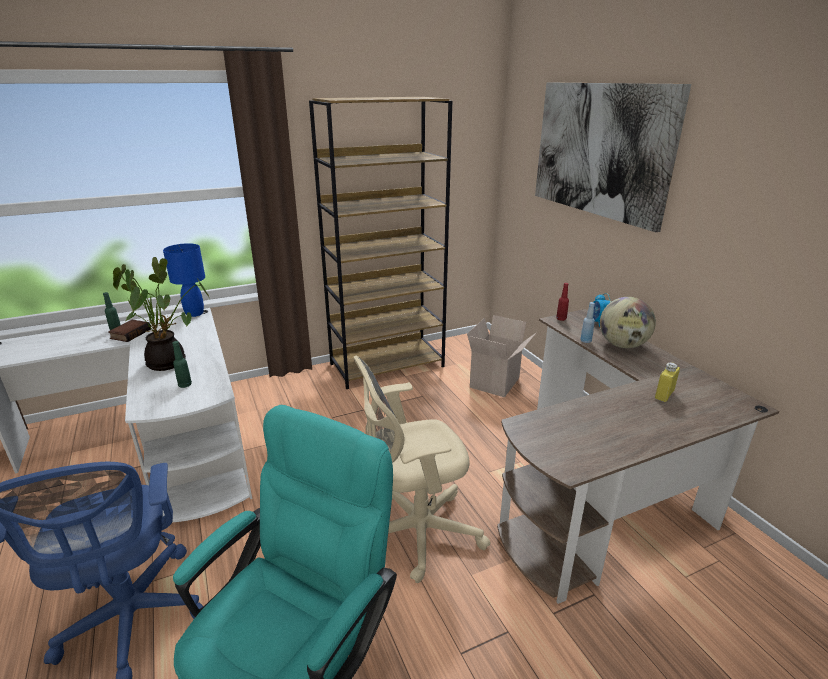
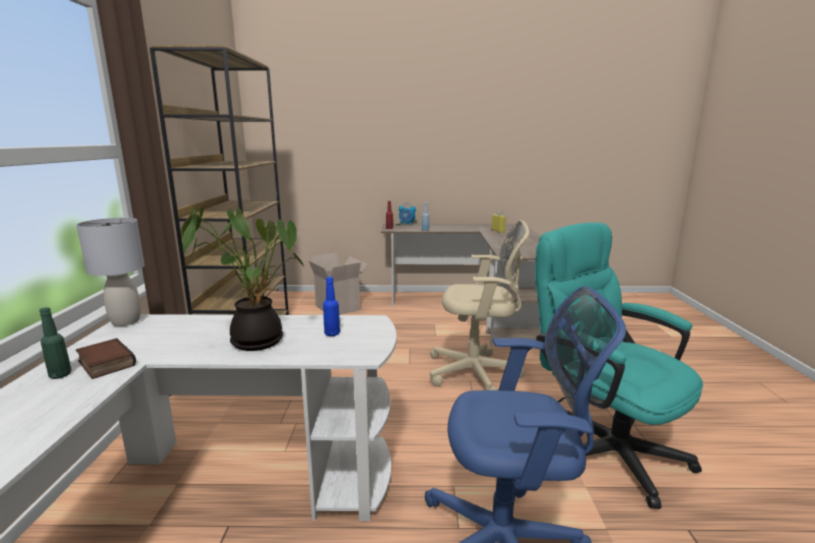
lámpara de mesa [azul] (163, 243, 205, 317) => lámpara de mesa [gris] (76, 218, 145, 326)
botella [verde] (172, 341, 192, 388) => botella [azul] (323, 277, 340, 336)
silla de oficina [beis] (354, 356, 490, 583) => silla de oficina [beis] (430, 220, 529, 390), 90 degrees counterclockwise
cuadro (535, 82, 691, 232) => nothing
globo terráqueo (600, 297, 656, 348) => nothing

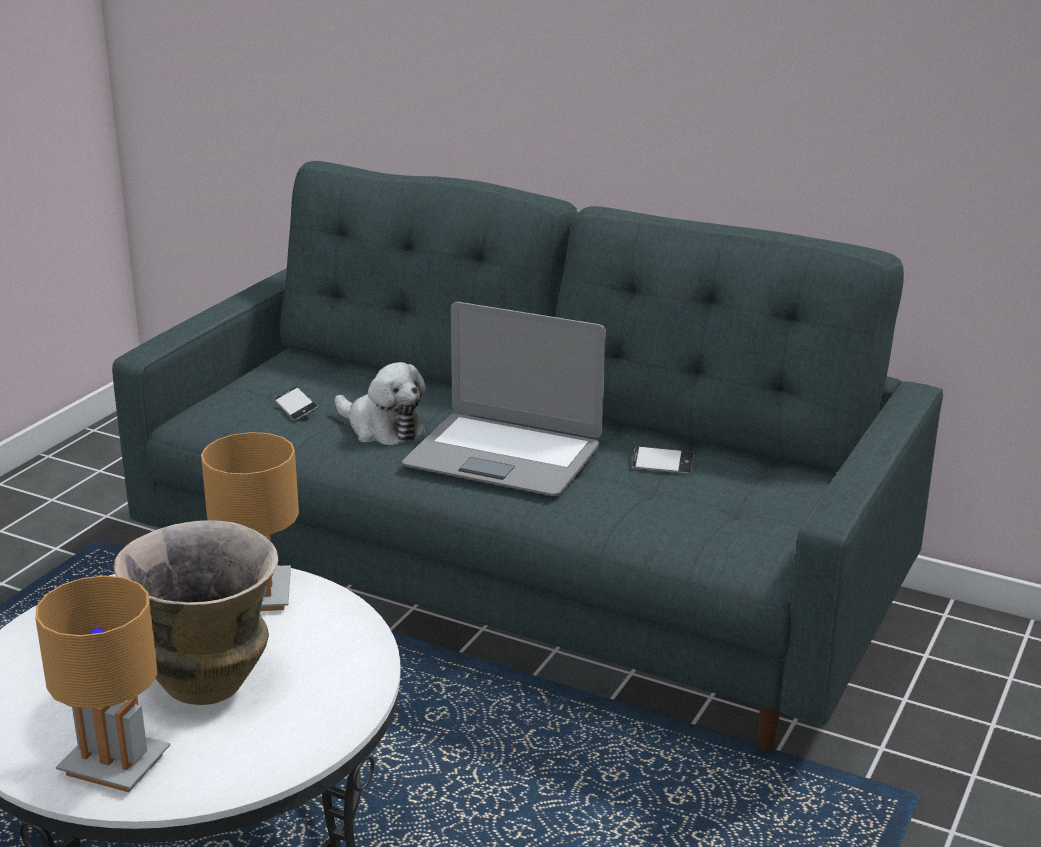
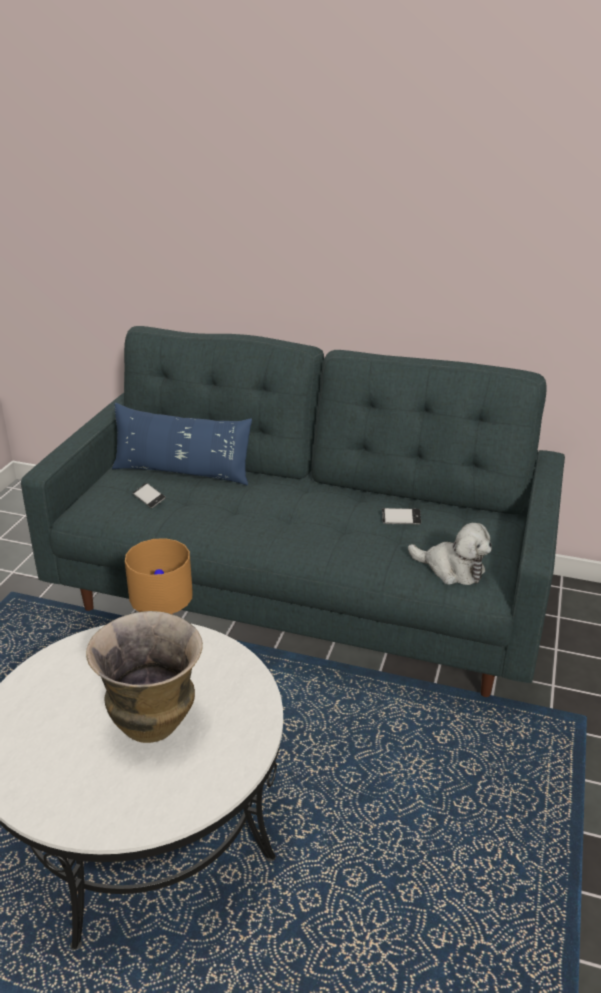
lámpara de mesa [marrón] (35, 575, 170, 792) => nothing
peluche (335, 362, 426, 445) => peluche (408, 523, 492, 585), shifted
portátil (402, 302, 606, 496) => nothing
nothing => cojín [azul] (112, 403, 252, 485)

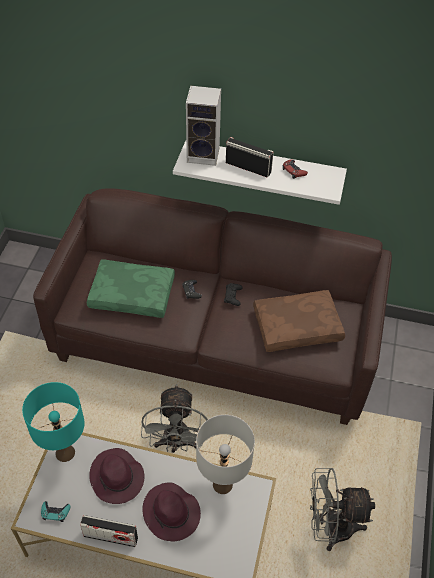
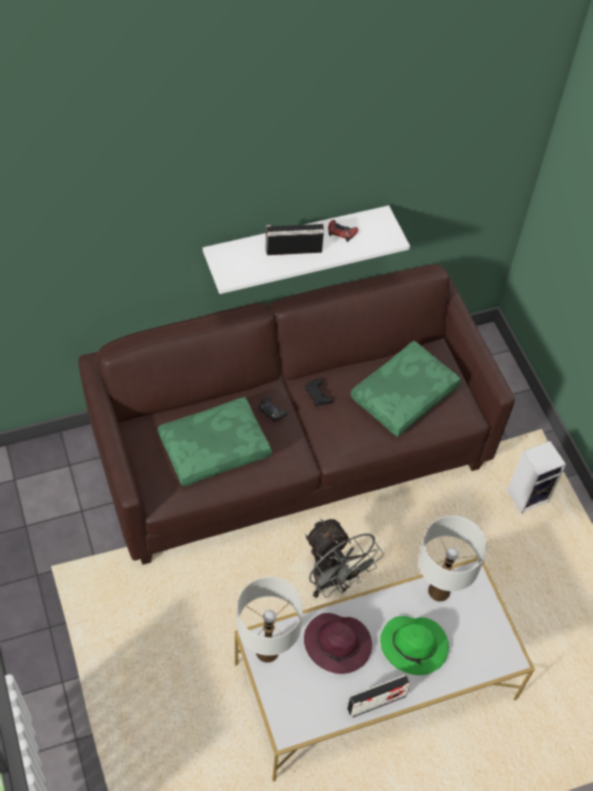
lámpara de mesa [turquesa] (22, 382, 85, 462) => lámpara de mesa [blanco] (237, 577, 303, 663)
mando de consola [turquesa] (41, 501, 70, 522) => nothing
sombrero [morado] (143, 482, 201, 541) => sombrero [verde] (380, 616, 449, 675)
altavoz (186, 85, 221, 166) => altavoz (507, 441, 566, 514), shifted
cojín [marrón] (253, 290, 345, 352) => cojín [verde] (350, 341, 461, 437)
ventilador [gris] (310, 468, 375, 551) => nothing

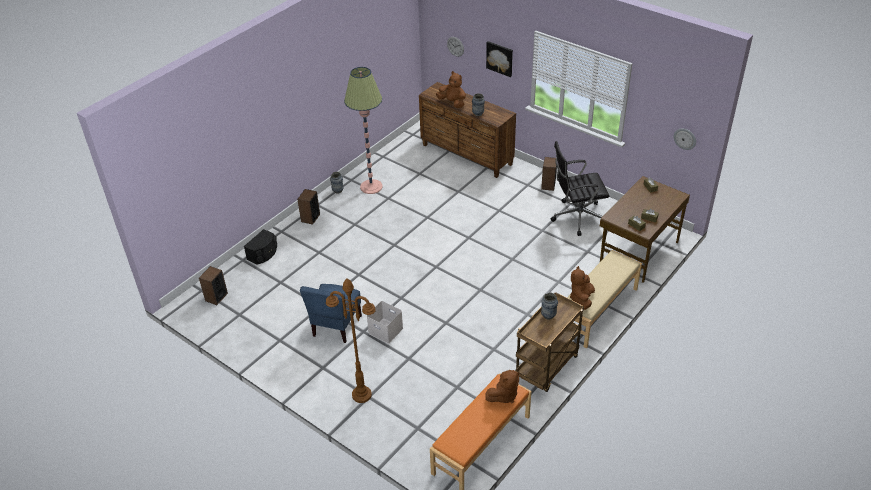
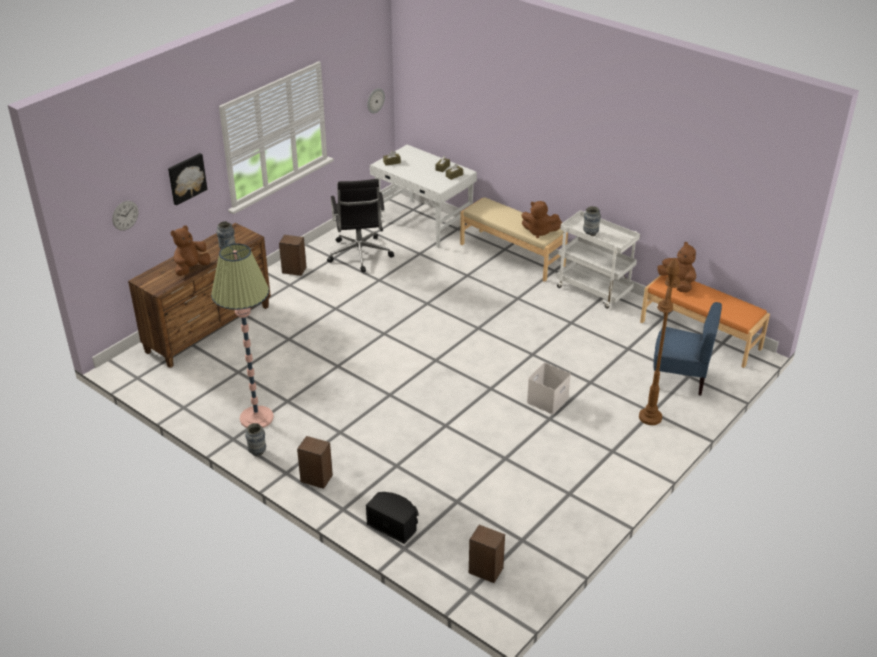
silla [azul] (300, 284, 362, 343) => silla [azul] (653, 302, 722, 395), shifted
carrito [marrón] (515, 292, 584, 392) => carrito [blanco] (557, 210, 640, 309)
escritorio [marrón] (600, 176, 690, 283) => escritorio [blanco] (370, 145, 477, 248)

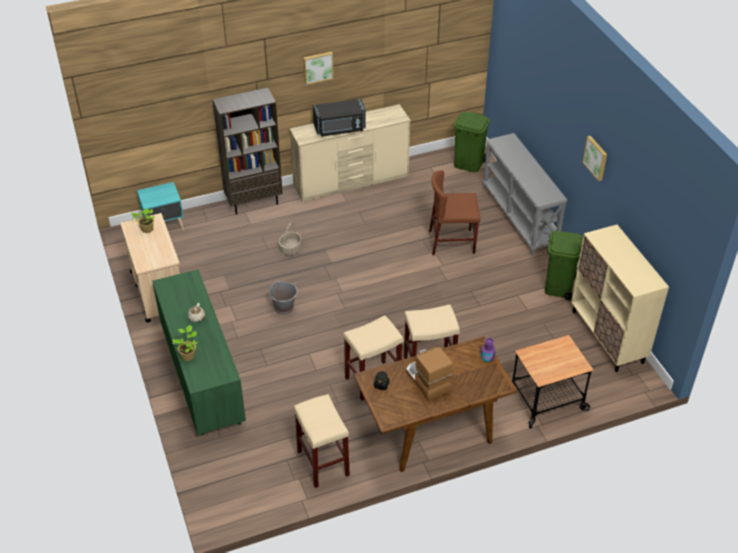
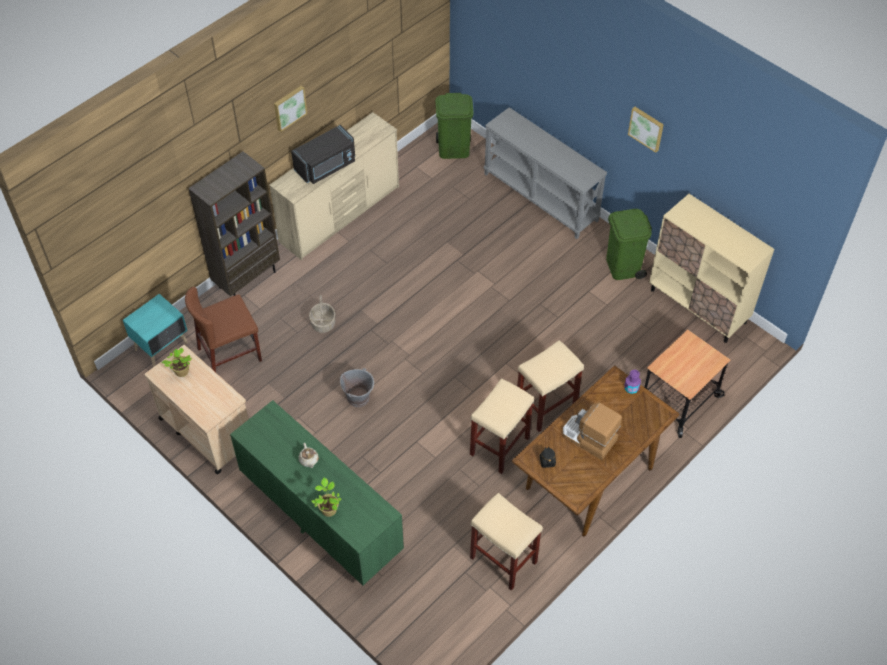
silla [marrón] (429, 170, 481, 255) => silla [marrón] (185, 287, 262, 372), shifted

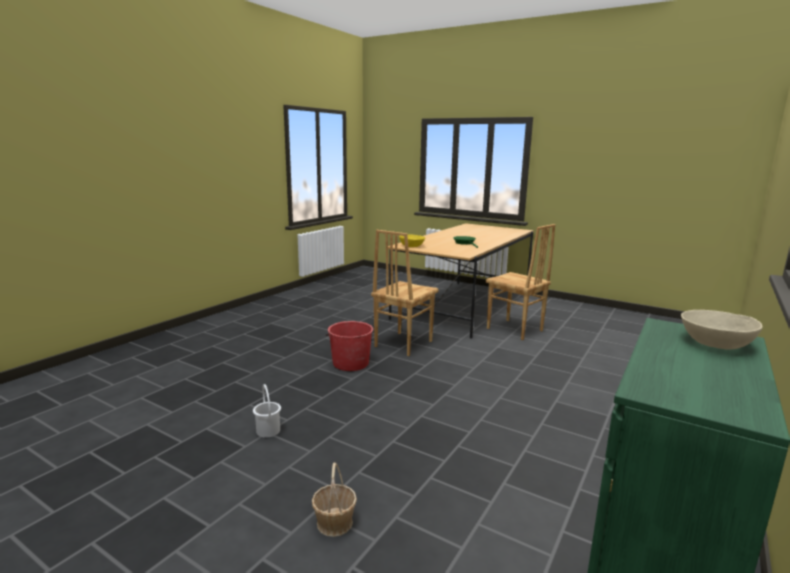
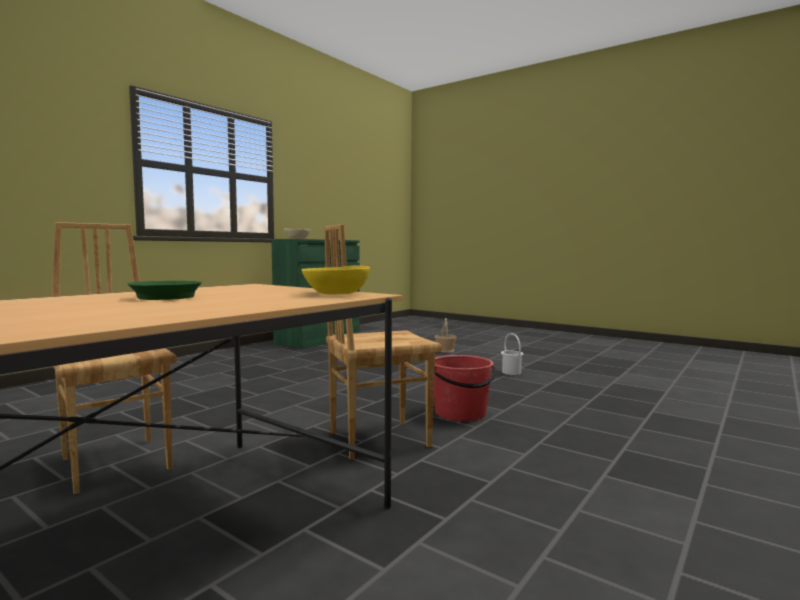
silla [marrón] (371, 230, 439, 356) => silla [marrón] (324, 224, 442, 460), 150 degrees counterclockwise

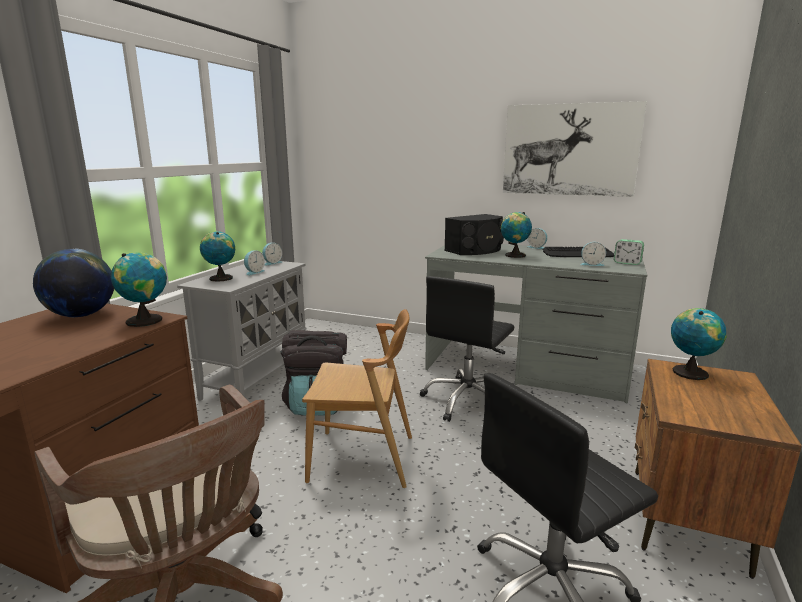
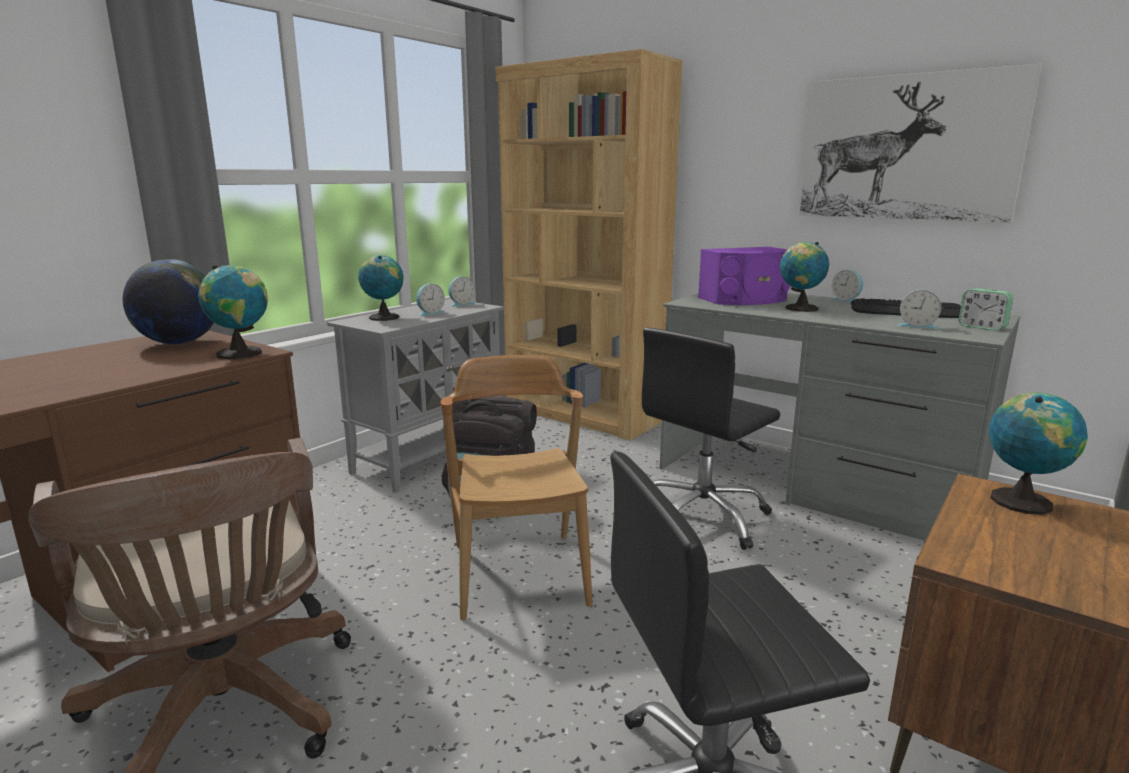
silla [marrón] (302, 309, 412, 488) => silla [marrón] (441, 355, 592, 621), 120 degrees counterclockwise
altavoz [negro] (444, 214, 504, 255) => altavoz [morado] (698, 247, 790, 305)
nothing => estantería [marrón] (496, 49, 683, 440)

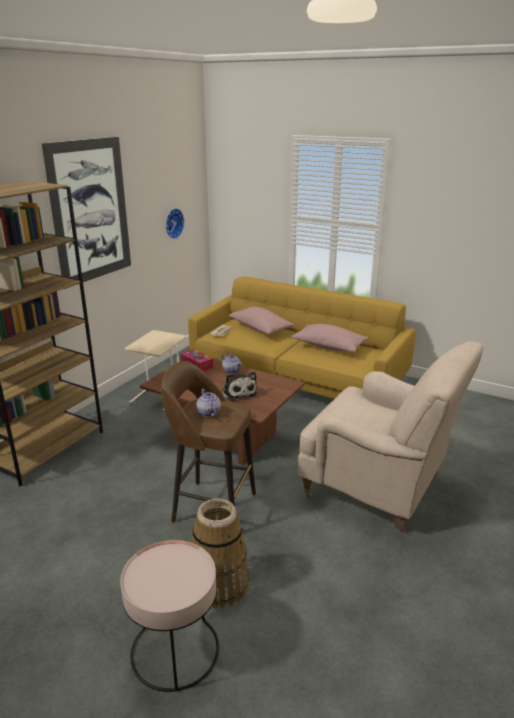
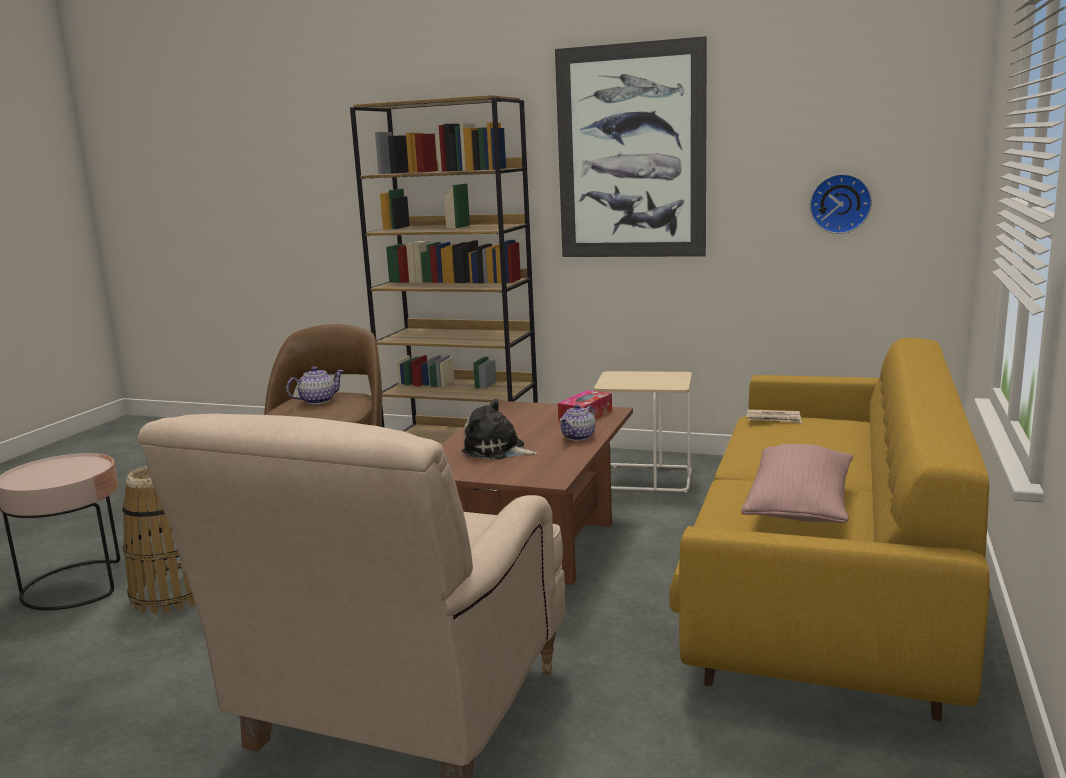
peluche (222, 372, 257, 401) => peluche (462, 399, 538, 460), 60 degrees clockwise
cojín [rosa] (228, 307, 295, 335) => nothing

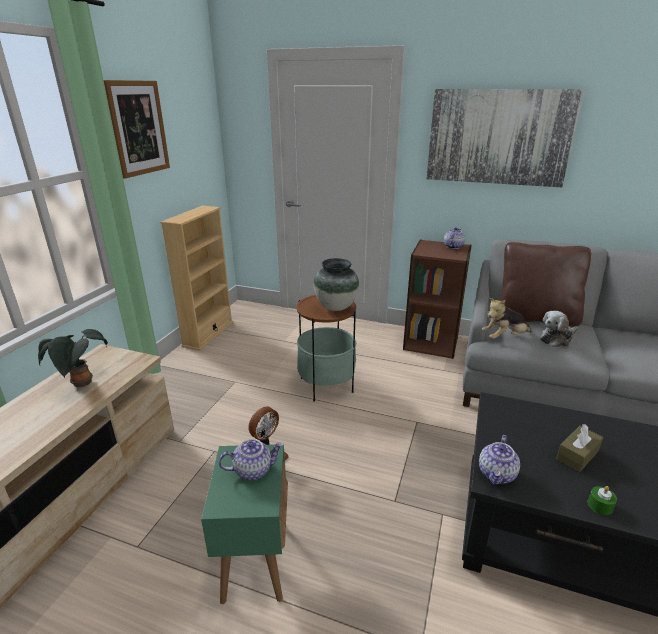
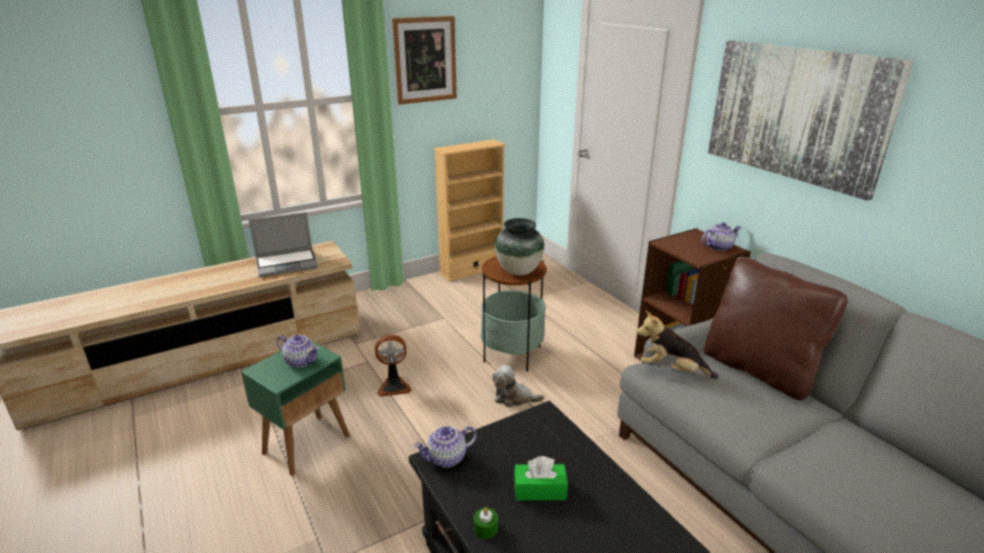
planta en maceta (38, 329, 108, 387) => portátil (249, 212, 318, 277)
peluche (540, 311, 578, 347) => peluche (492, 365, 545, 407), shifted
caja de pañuelos [marrón] (556, 424, 603, 472) => caja de pañuelos [verde] (514, 456, 568, 500)

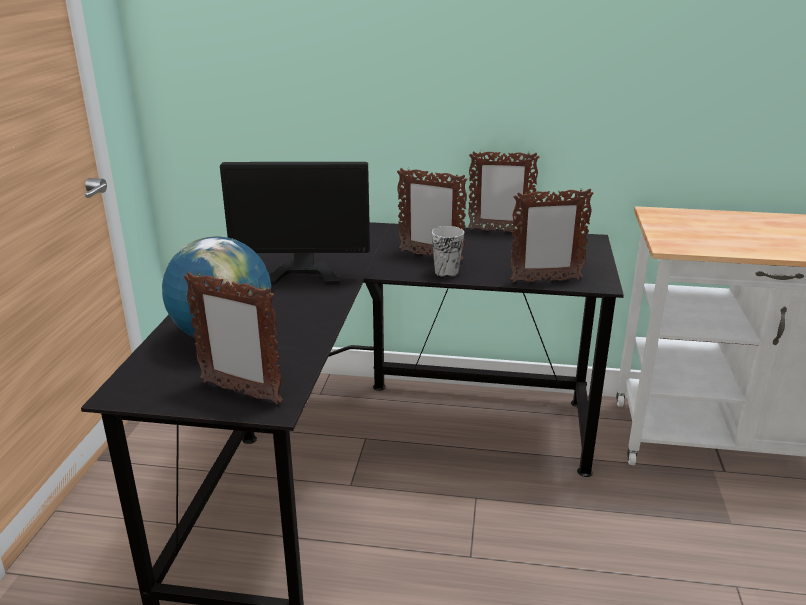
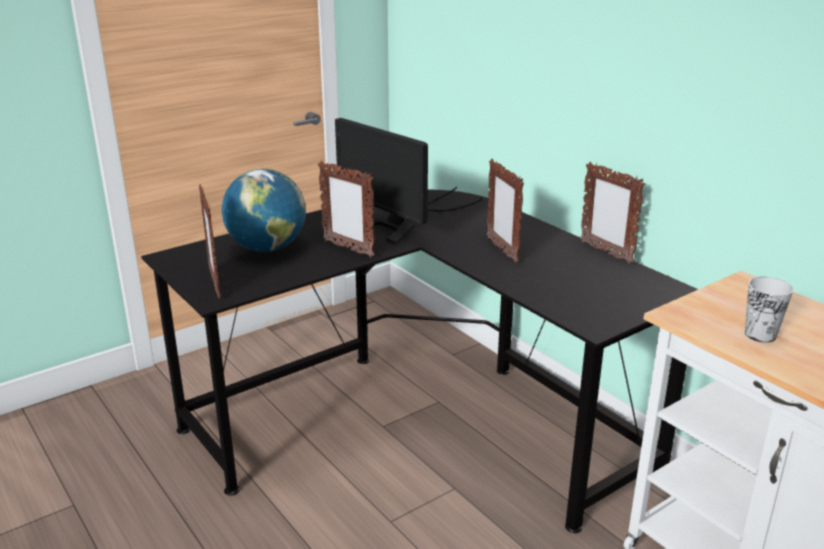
taza (432, 226, 464, 277) => taza (745, 277, 794, 343), shifted
portarretratos (510, 188, 594, 283) => portarretratos (318, 161, 375, 257), shifted

